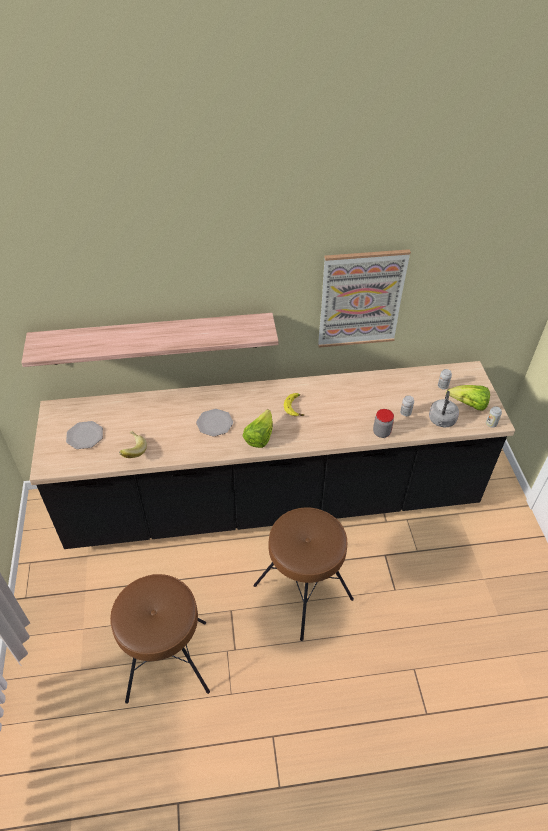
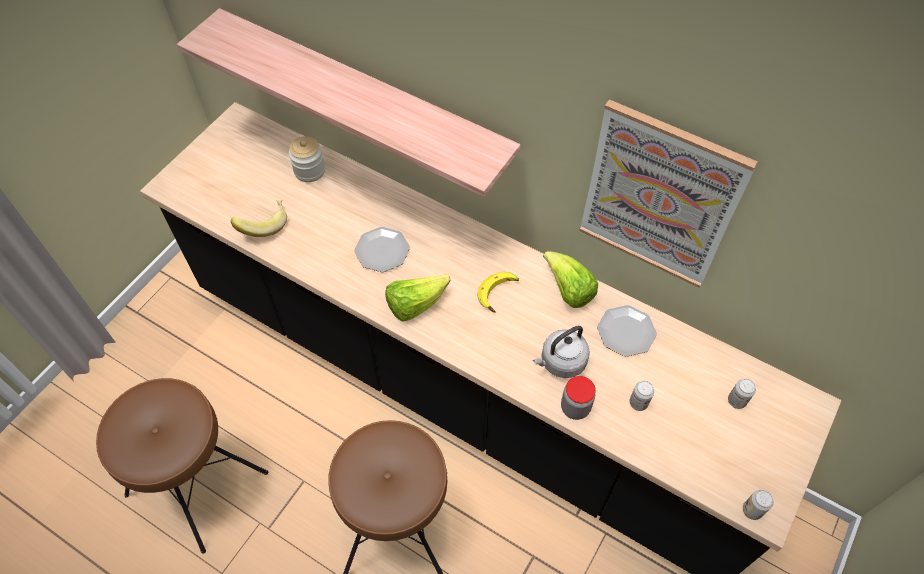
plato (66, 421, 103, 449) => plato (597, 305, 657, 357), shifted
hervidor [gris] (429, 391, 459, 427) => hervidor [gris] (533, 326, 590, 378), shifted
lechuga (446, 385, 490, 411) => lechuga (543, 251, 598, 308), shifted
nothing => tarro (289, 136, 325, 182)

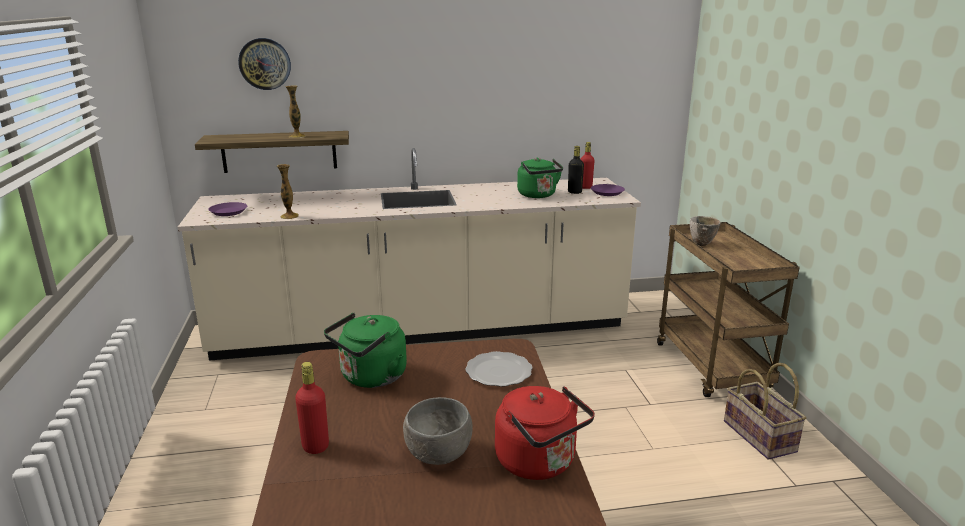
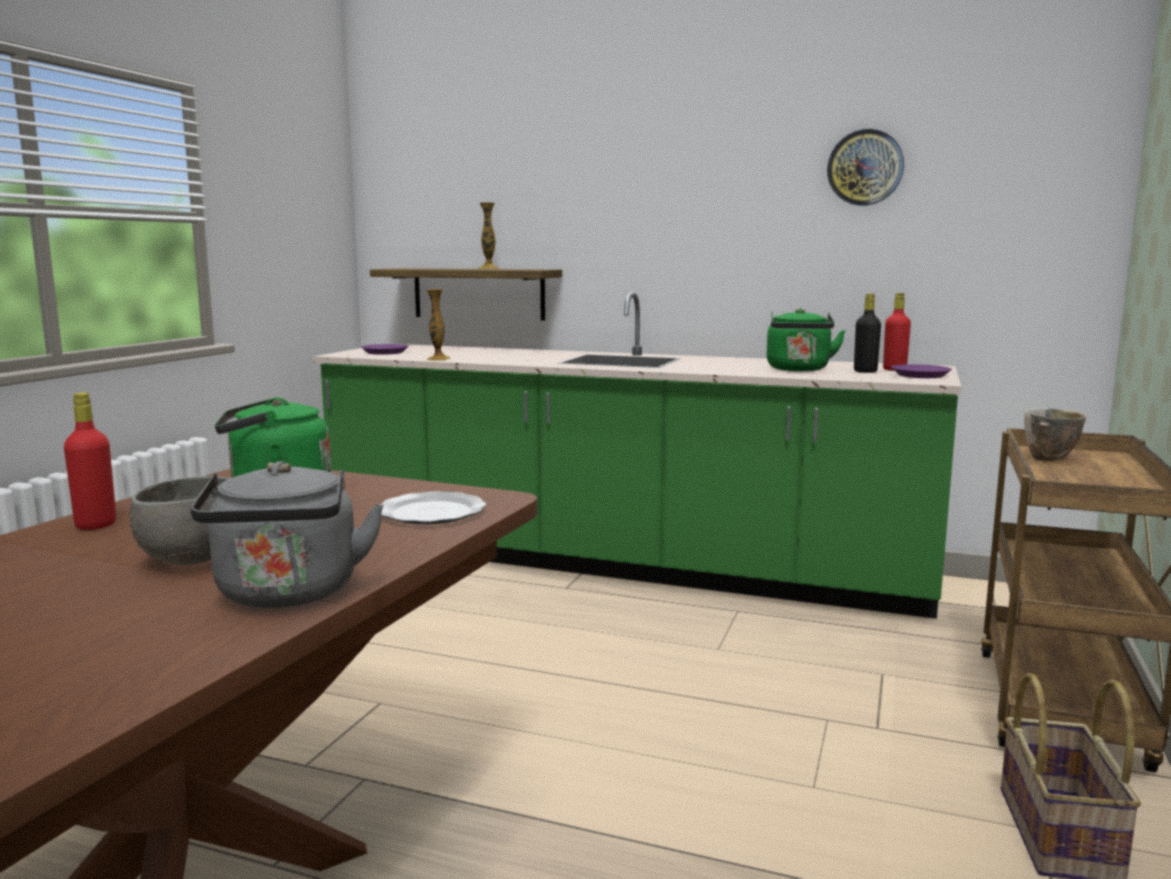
mueble bajo de cocina [beis] (178, 148, 641, 361) => mueble bajo de cocina [verde] (313, 292, 961, 619)
reloj de pared (238, 38, 291, 90) => reloj de pared (827, 129, 904, 206), shifted
hervidor [rojo] (495, 386, 595, 480) => hervidor [gris] (191, 461, 384, 608)

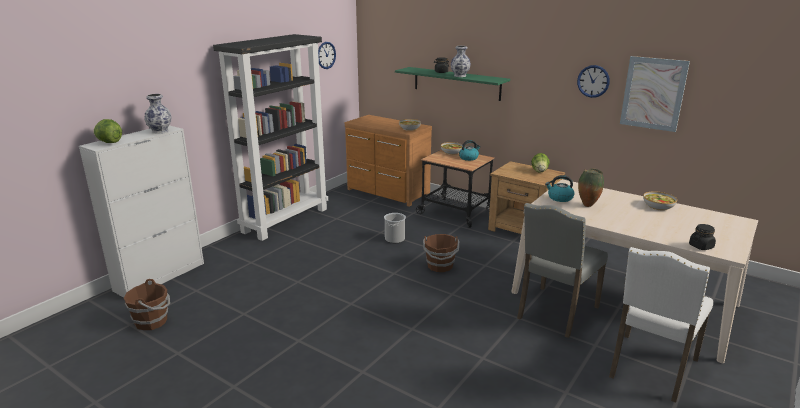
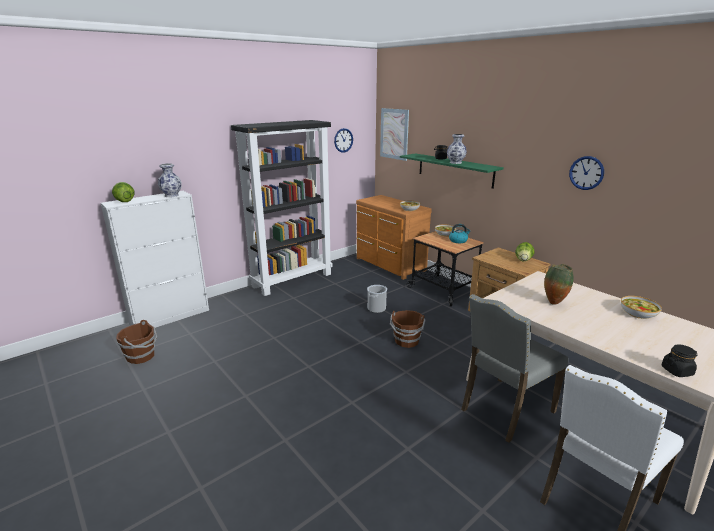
hervidor (545, 175, 574, 202) => nothing
cuadro (620, 56, 690, 132) => cuadro (380, 108, 409, 161), shifted

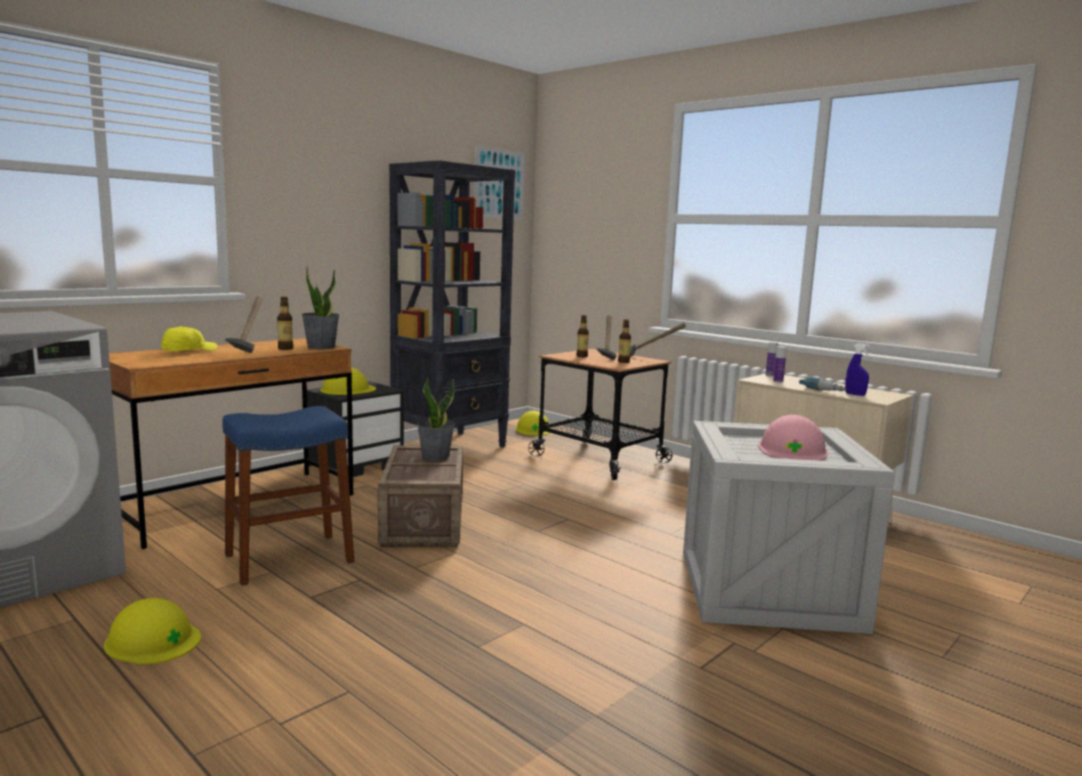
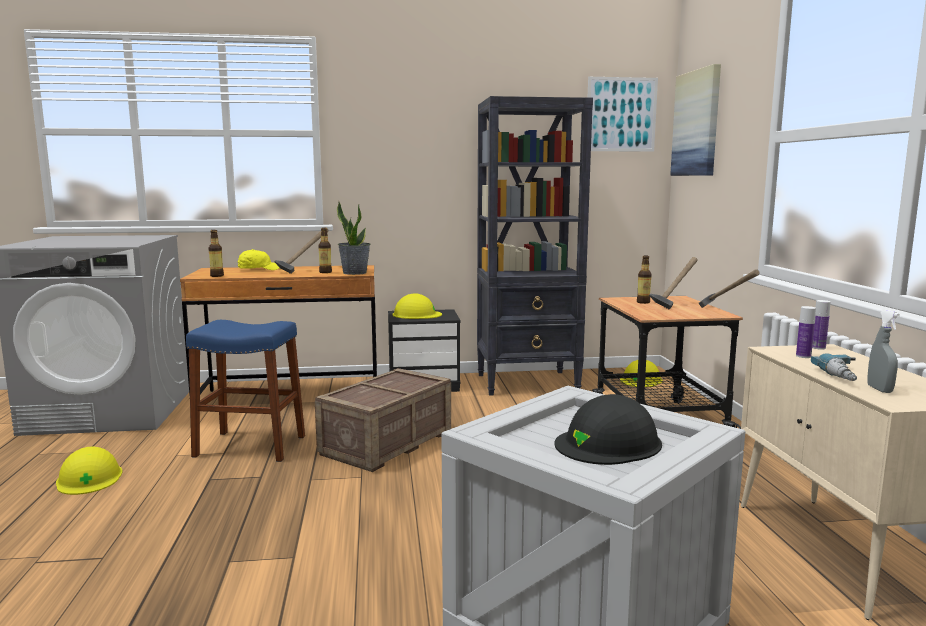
planta en maceta (417, 378, 455, 461) => nothing
botella (618, 319, 631, 363) => botella (209, 230, 224, 277), shifted
casco [rosa] (758, 415, 828, 461) => casco [negro] (555, 394, 662, 465)
pulverizador [azul] (845, 343, 870, 396) => pulverizador [gris] (867, 310, 900, 393)
nothing => cuadro (670, 64, 721, 176)

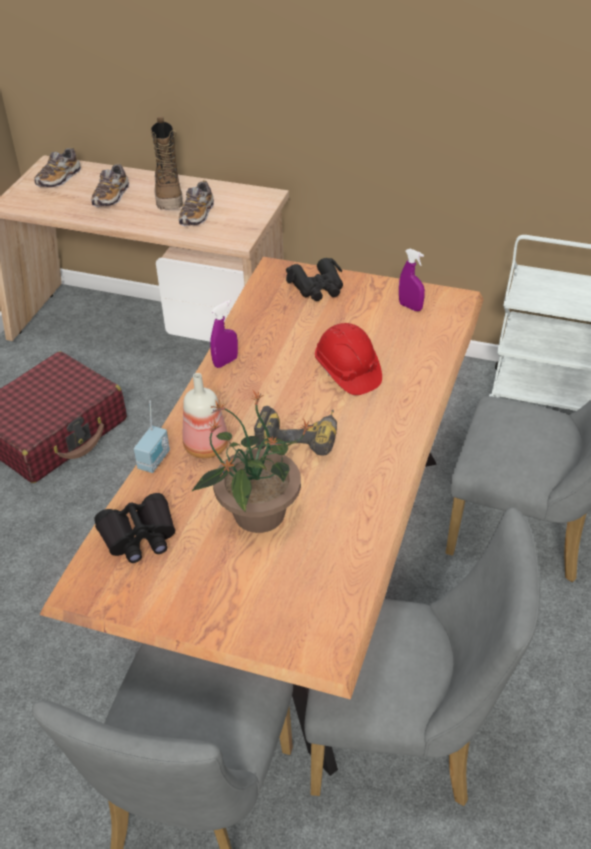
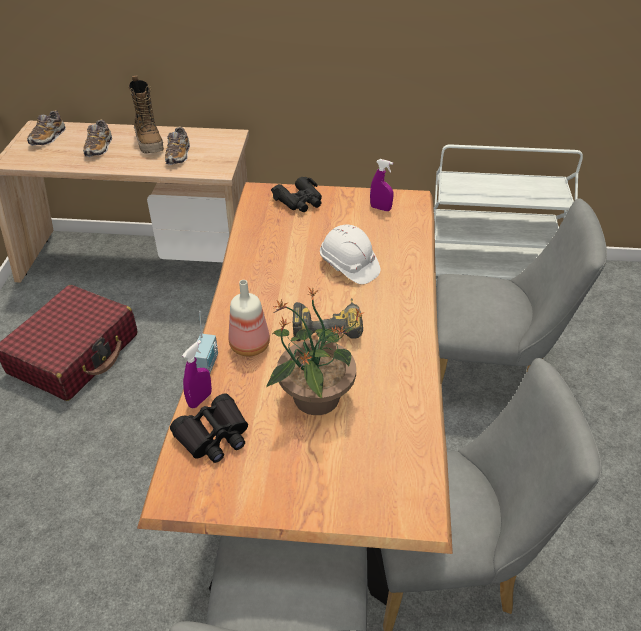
pulverizador [morado] (210, 300, 238, 368) => pulverizador [morado] (182, 340, 212, 408), shifted
casco [rojo] (315, 323, 382, 395) => casco [blanco] (320, 224, 380, 284)

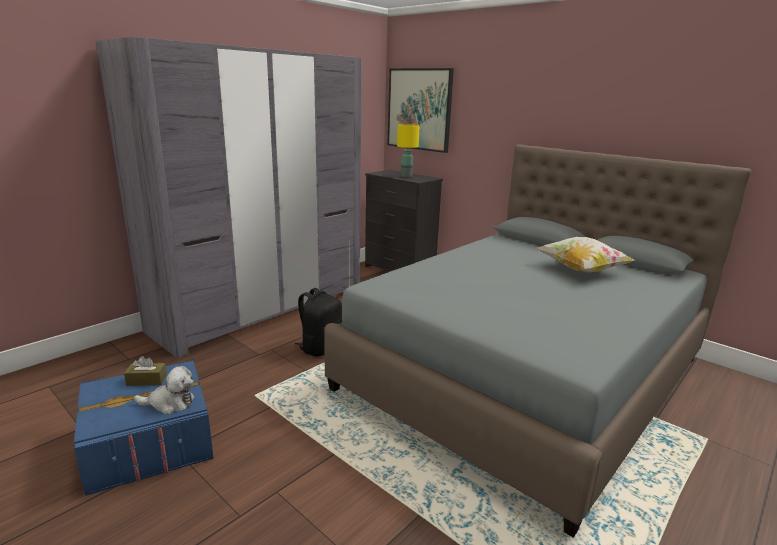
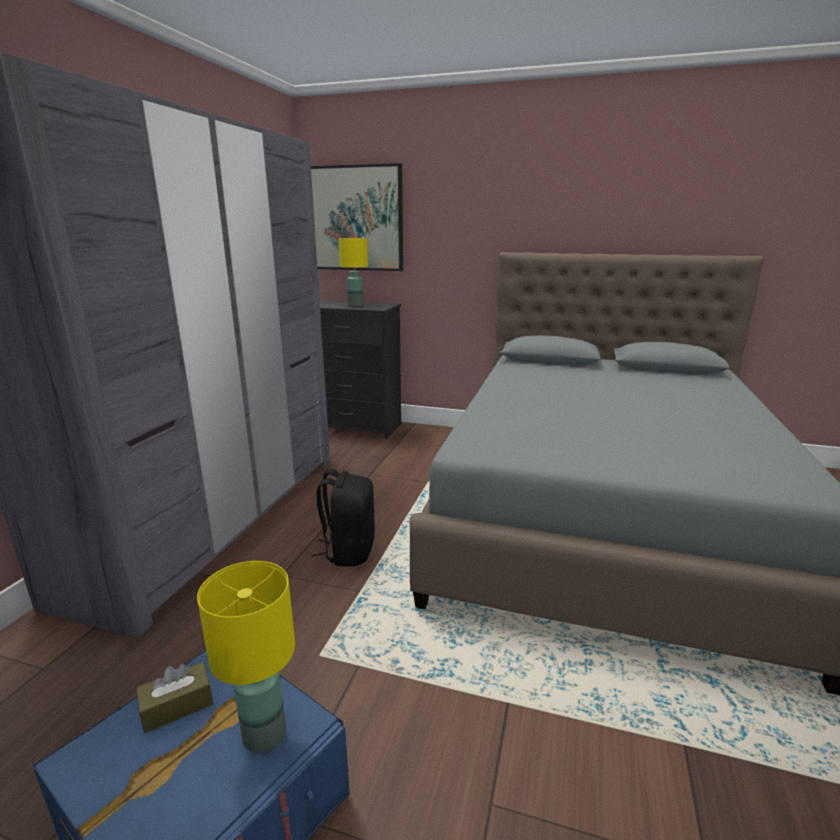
peluche (134, 366, 194, 415) => lámpara de mesa [amarillo] (197, 561, 295, 753)
cojín (537, 237, 635, 272) => nothing

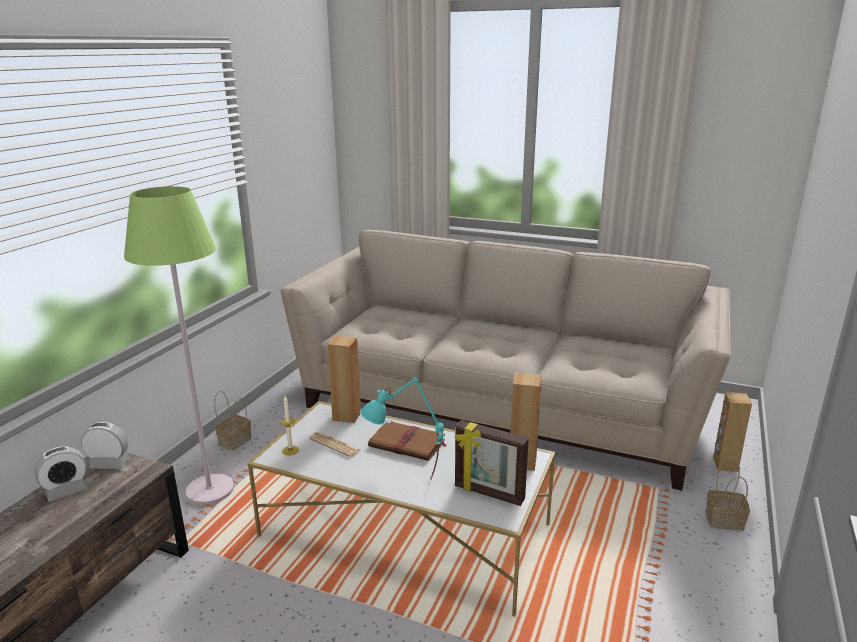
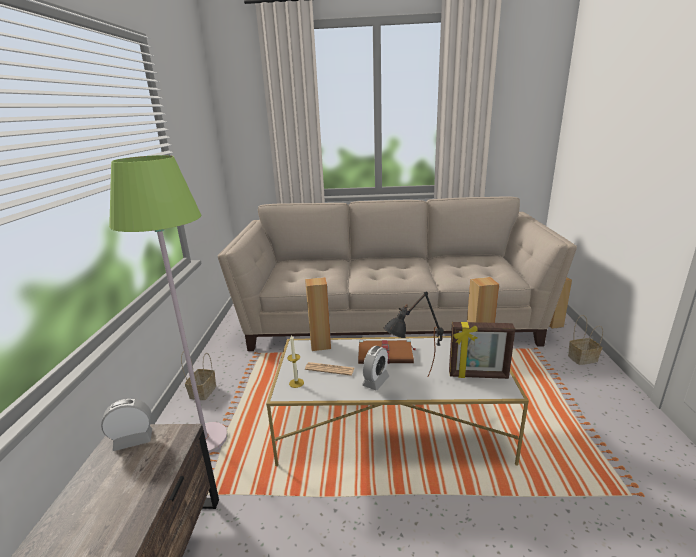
despertador (34, 446, 87, 502) => despertador (362, 346, 389, 390), shifted
lámpara de mesa [turquesa] (360, 377, 444, 480) => lámpara de mesa [negro] (384, 292, 444, 378)

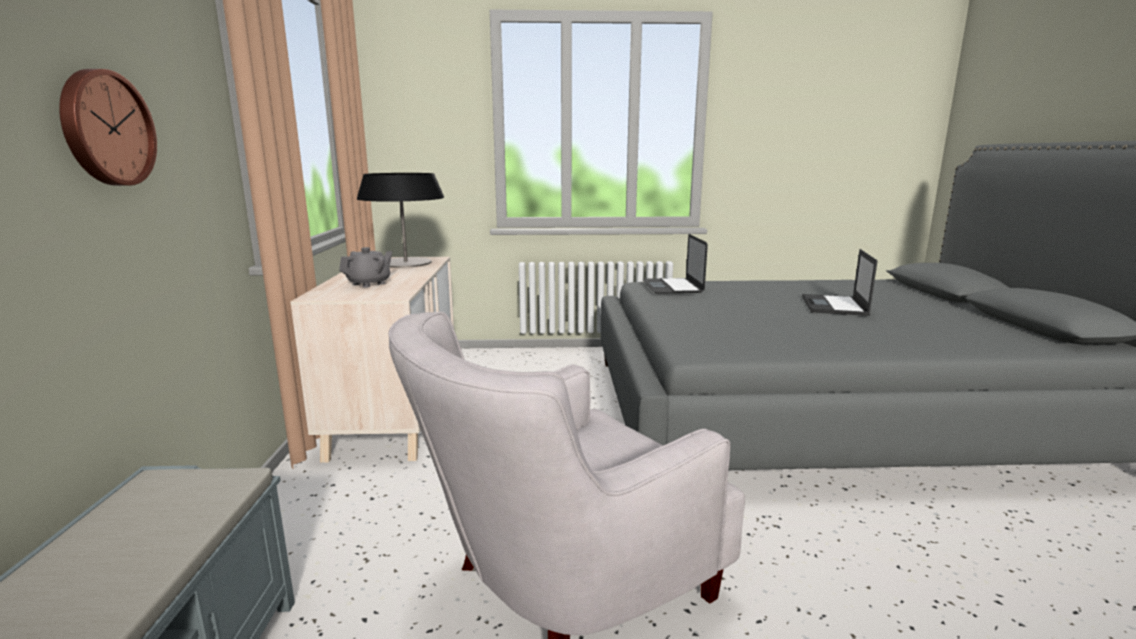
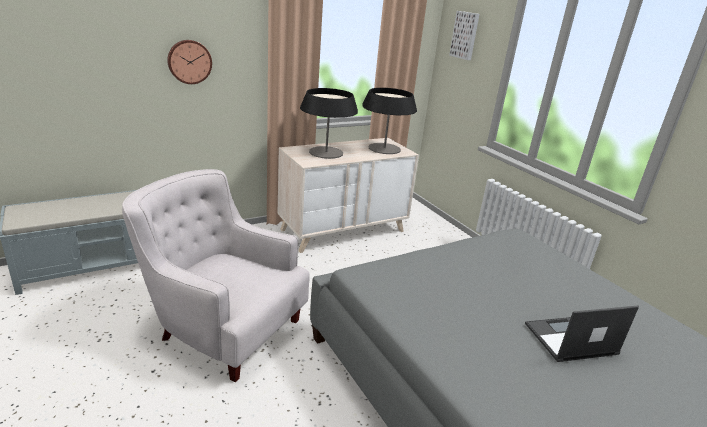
tetera [gris] (339, 247, 392, 288) => lámpara de mesa (300, 88, 358, 159)
portátil (643, 234, 708, 294) => nothing
nothing => cuadro (449, 11, 479, 60)

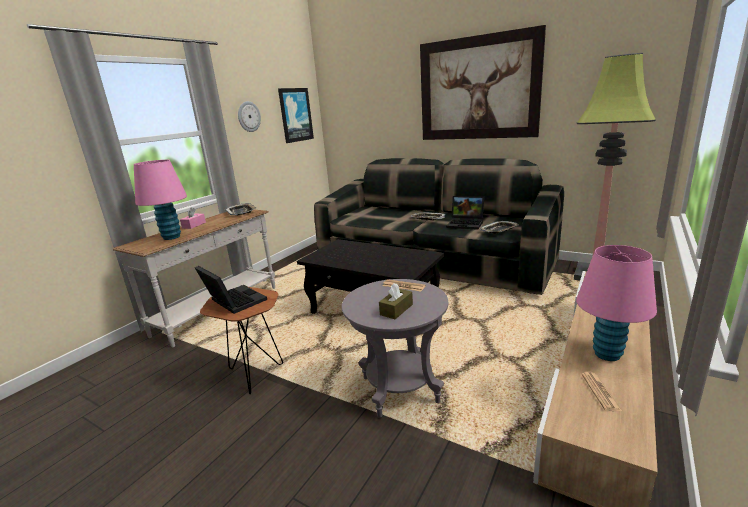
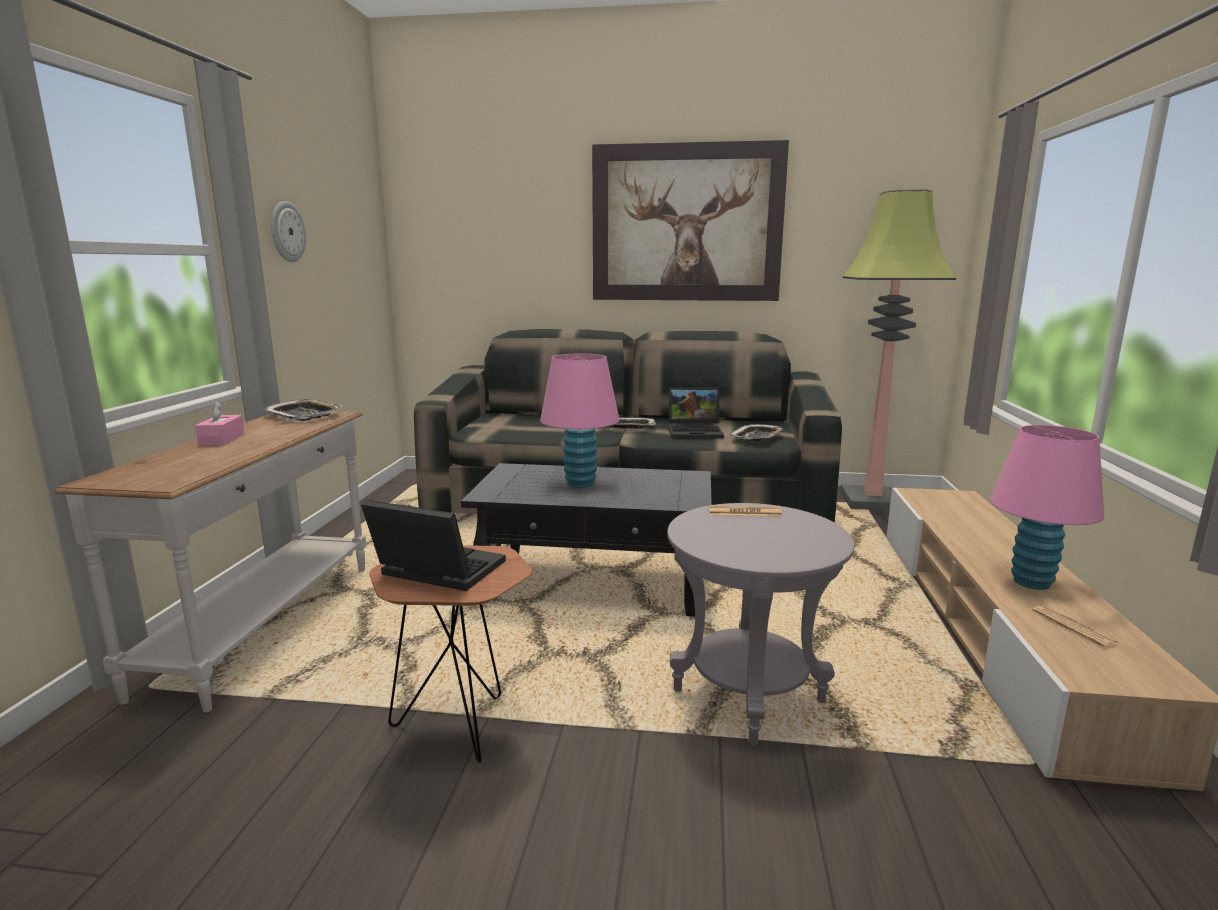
lámpara de mesa [rosa] (134, 160, 187, 240) => lámpara de mesa [rosa] (540, 354, 619, 488), shifted
cuadro (278, 88, 314, 143) => nothing
caja de pañuelos [marrón] (379, 283, 413, 319) => nothing

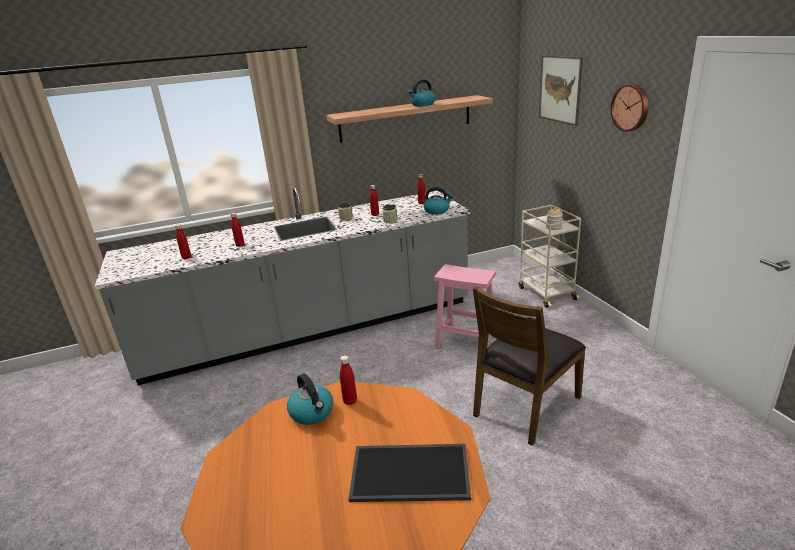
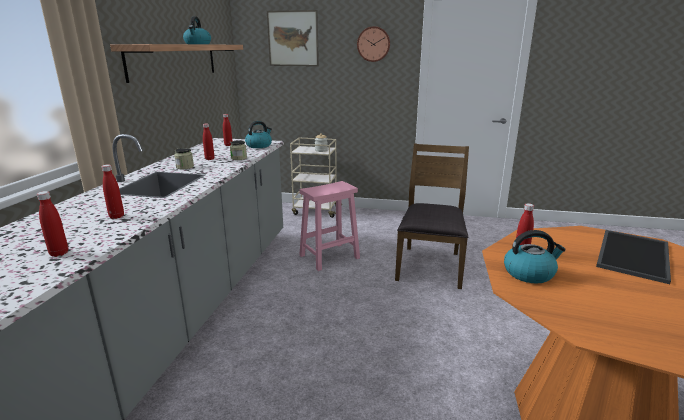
silla [marrón] (473, 286, 586, 446) => silla [marrón] (395, 143, 469, 289), 150 degrees counterclockwise

